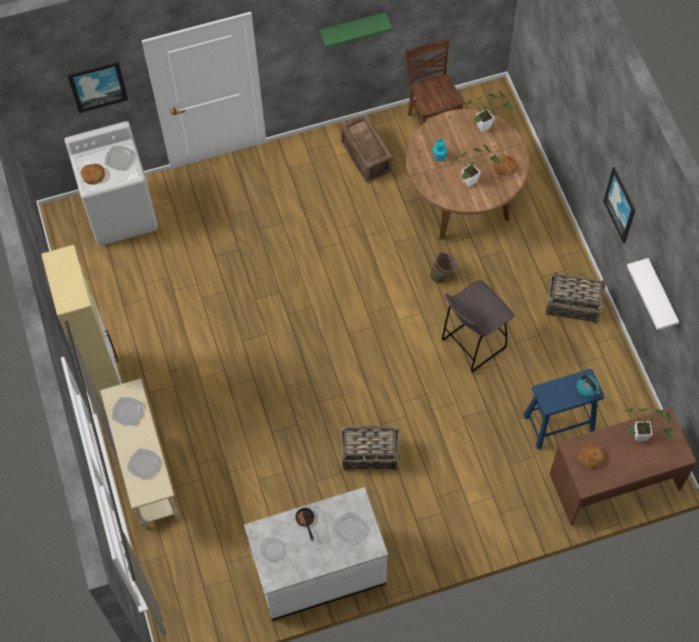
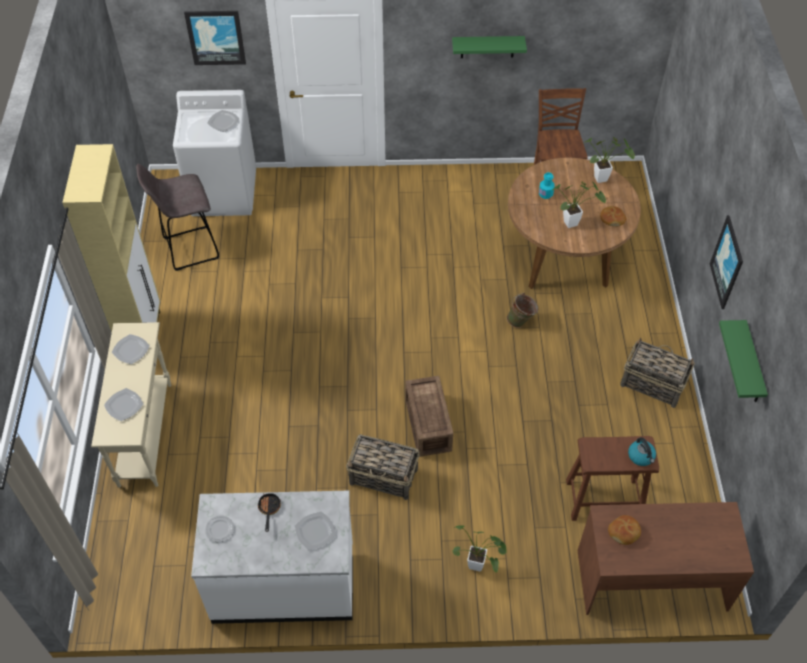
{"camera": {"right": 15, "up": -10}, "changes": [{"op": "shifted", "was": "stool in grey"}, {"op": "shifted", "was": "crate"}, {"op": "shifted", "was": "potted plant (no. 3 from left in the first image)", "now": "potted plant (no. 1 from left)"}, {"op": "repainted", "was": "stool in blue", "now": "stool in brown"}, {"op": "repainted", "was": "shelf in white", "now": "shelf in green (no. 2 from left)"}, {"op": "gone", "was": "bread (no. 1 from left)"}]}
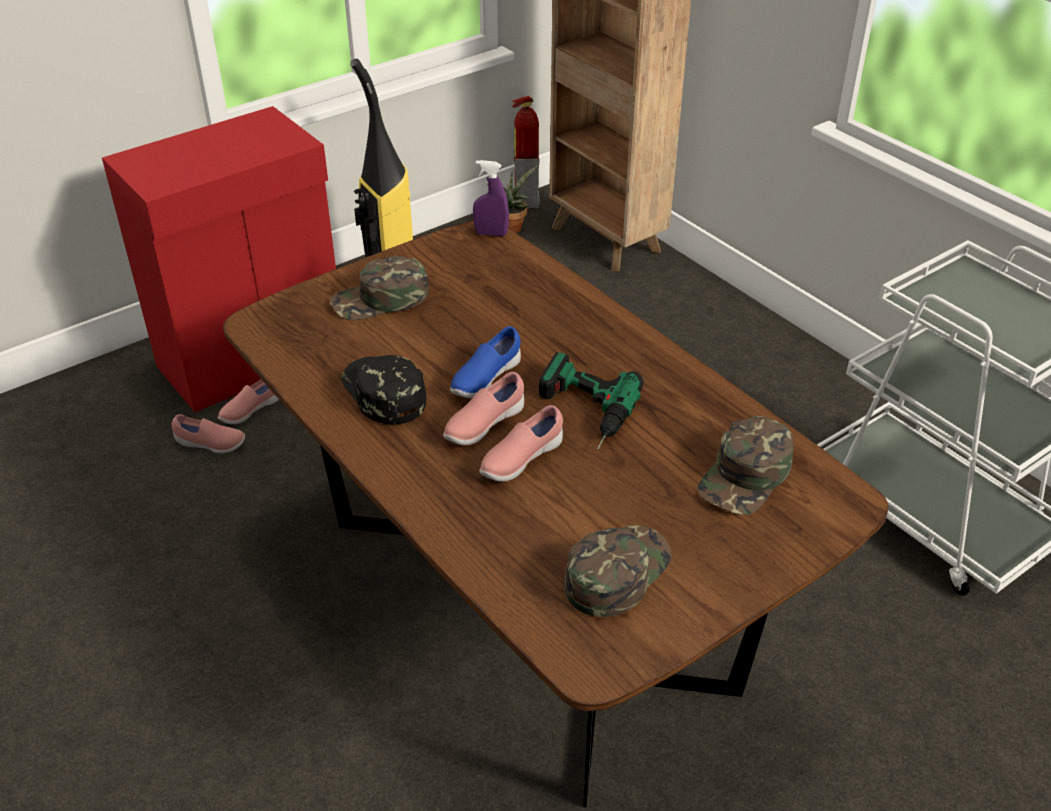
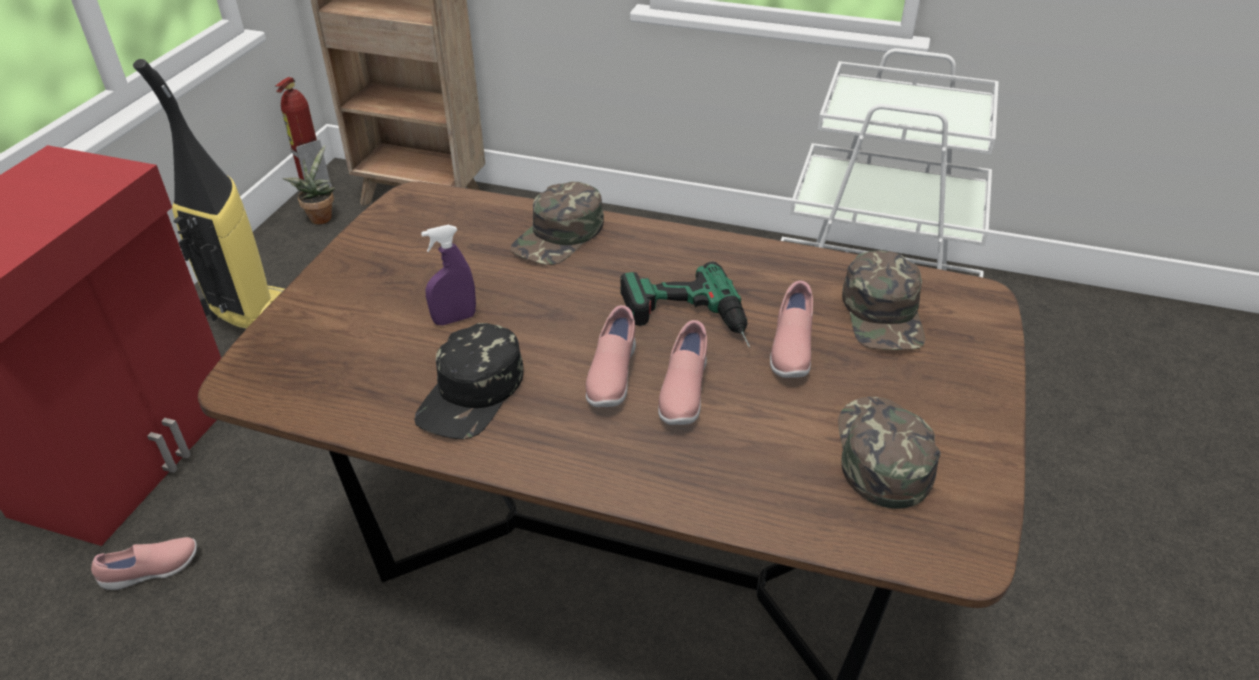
{"camera": {"right": -35, "up": 0}, "changes": [{"op": "rotated", "was": "cap in black", "clockwise": -90}, {"op": "shifted", "was": "spray bottle in purple"}, {"op": "shifted", "was": "cap in green (no. 1 from left)"}, {"op": "shifted", "was": "shoe in pink (no. 2 from left in the first image)", "now": "shoe in pink (no. 4 from left)"}, {"op": "gone", "was": "shoe in blue"}]}
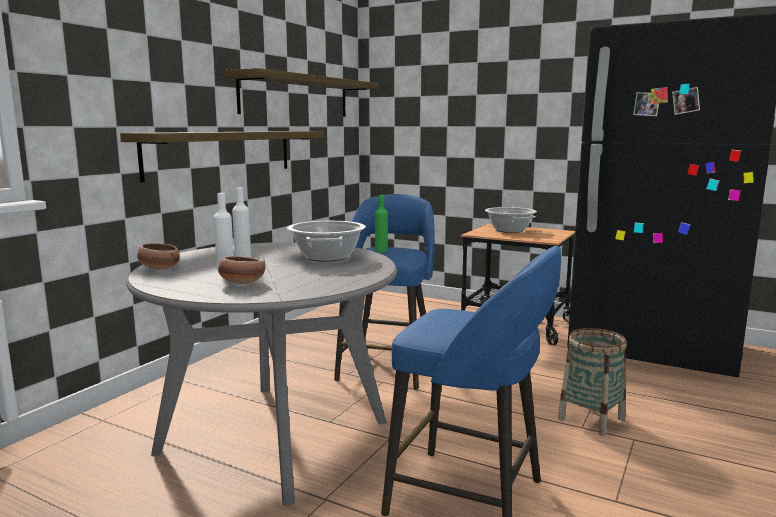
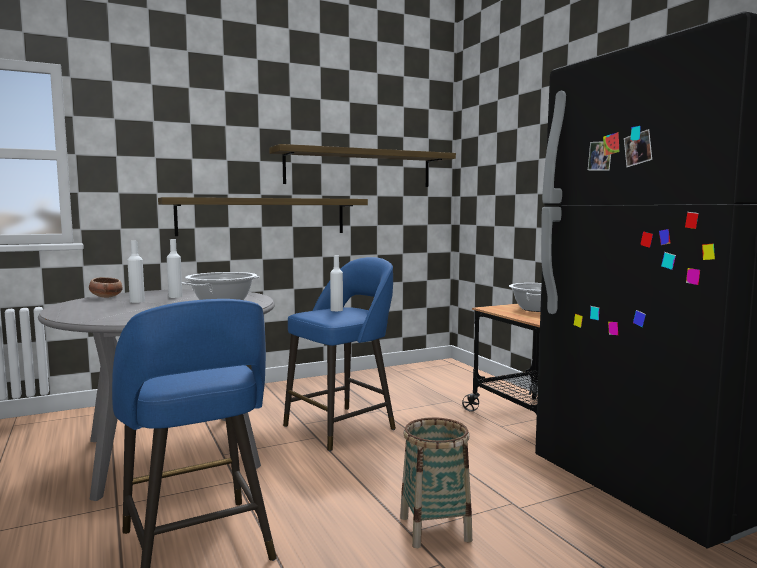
{"camera": {"right": 35, "up": -5}, "changes": [{"op": "repainted", "was": "bottle in green", "now": "bottle in white (no. 3 from left)"}, {"op": "gone", "was": "bowl (no. 2 from left)"}]}
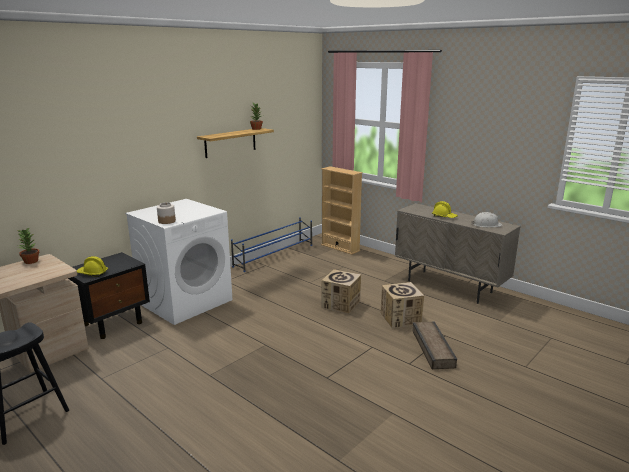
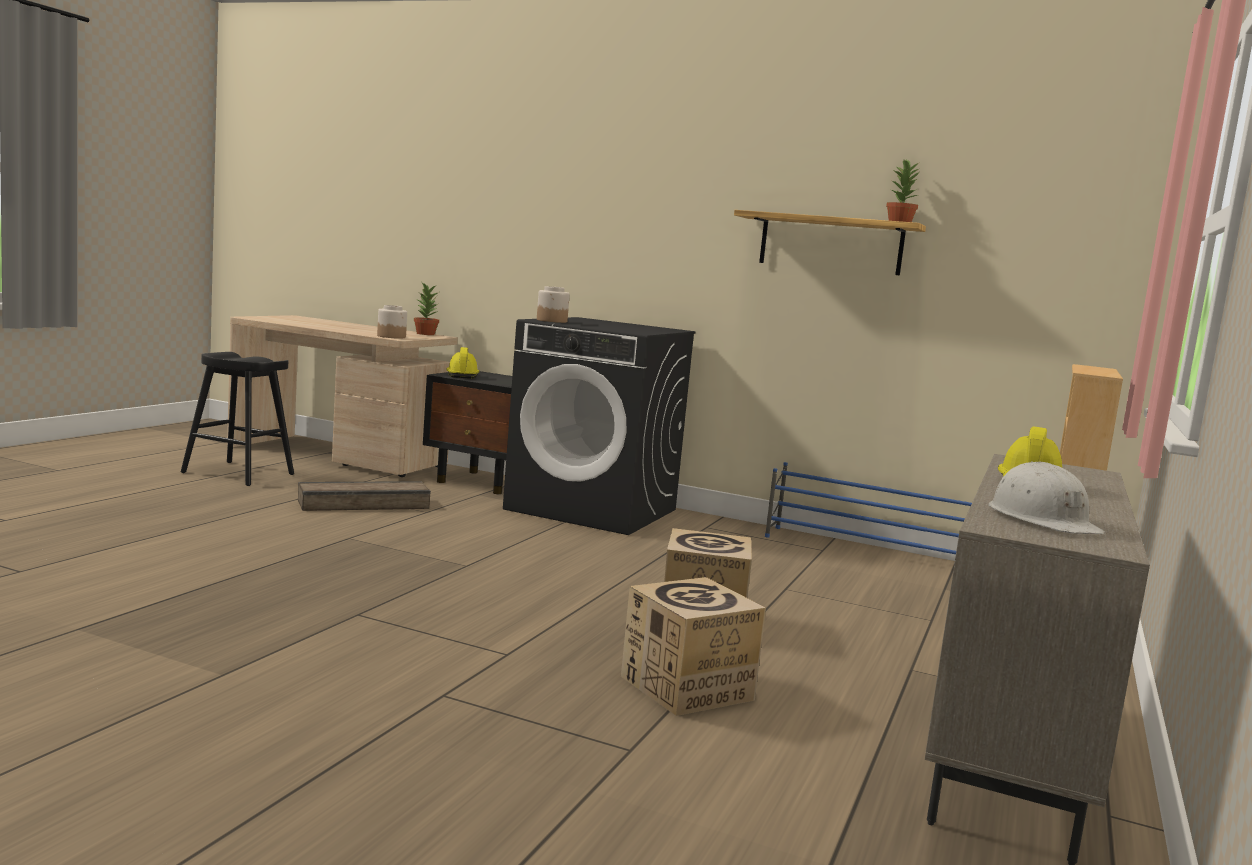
{"camera": {"right": 70, "up": -10}, "changes": [{"op": "shifted", "was": "crate"}, {"op": "new", "now": "jar (no. 1 from left)"}, {"op": "repainted", "was": "washing machine in white", "now": "washing machine in black"}]}
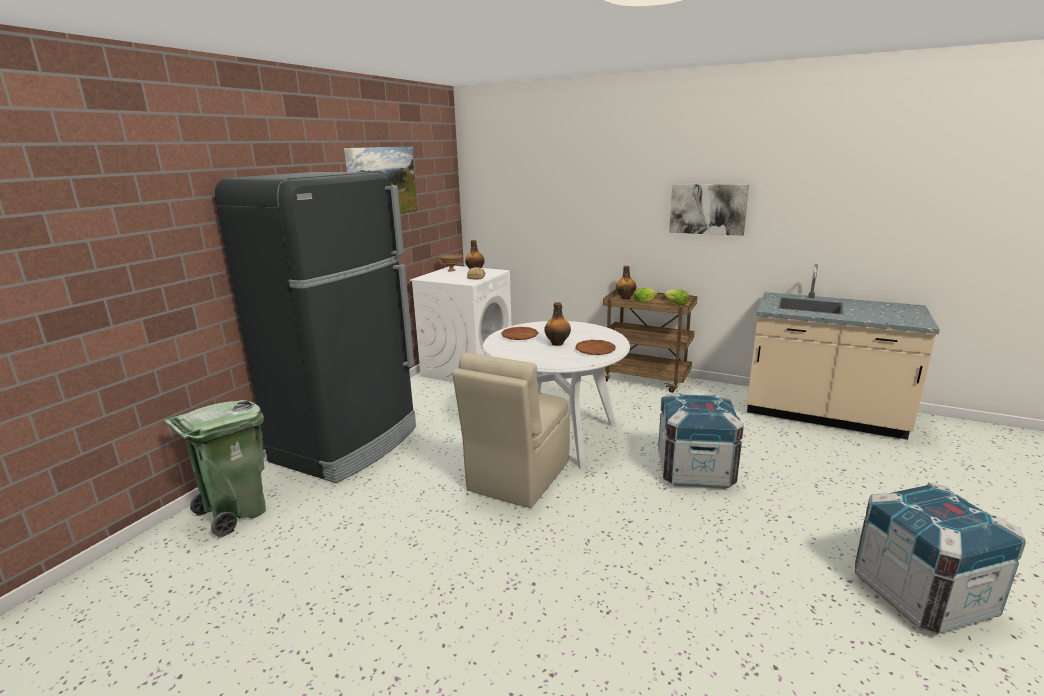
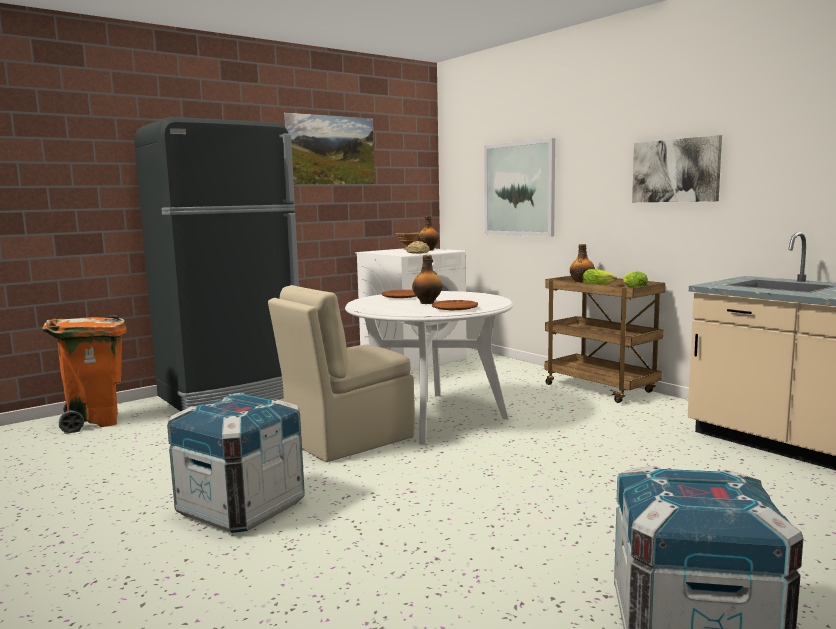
{"camera": {"right": 25, "up": -10}, "changes": [{"op": "repainted", "was": "trash can in green", "now": "trash can in orange"}, {"op": "shifted", "was": "crate (no. 1 from left)"}, {"op": "new", "now": "picture (no. 2 from left)"}]}
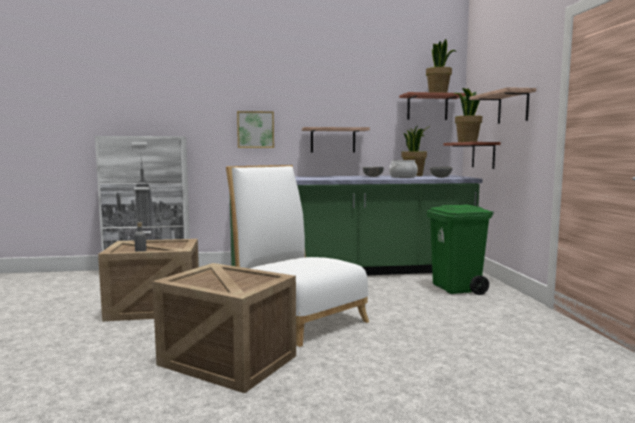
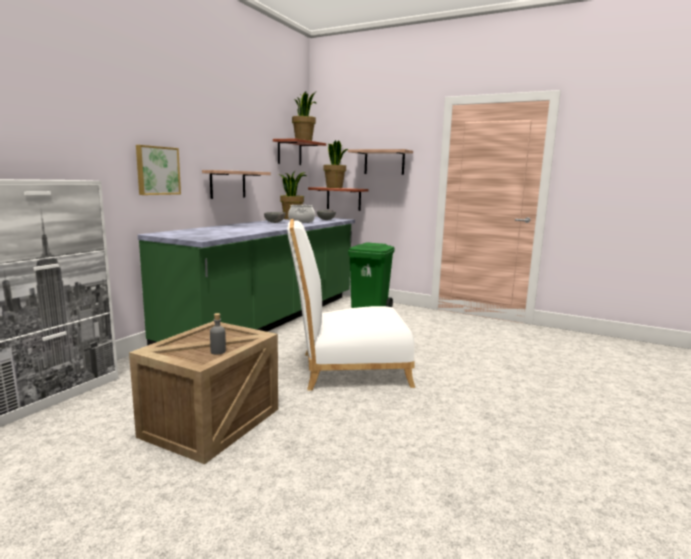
{"camera": {"right": -55, "up": 5}, "changes": [{"op": "gone", "was": "crate (no. 2 from left)"}]}
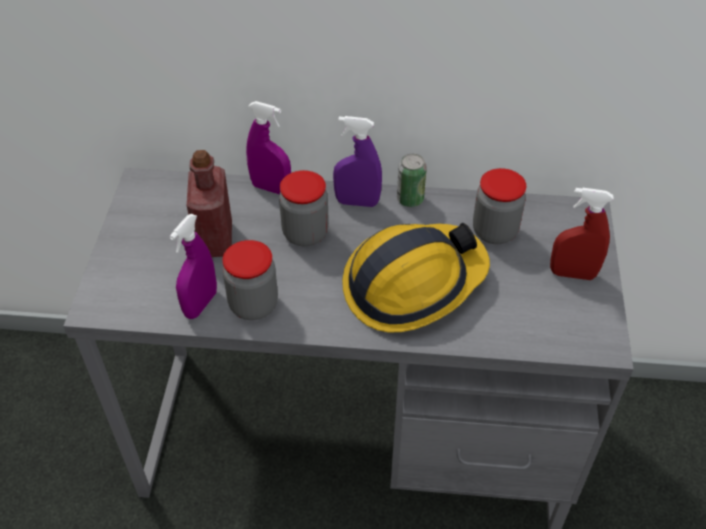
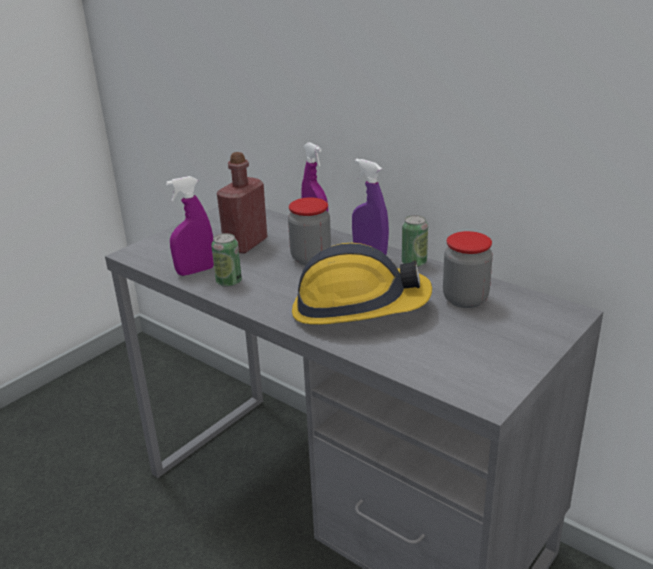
{"camera": {"right": 35, "up": -20}, "changes": [{"op": "swapped", "was": "jar (no. 1 from left)", "now": "can (no. 1 from left)"}, {"op": "gone", "was": "spray bottle in red"}]}
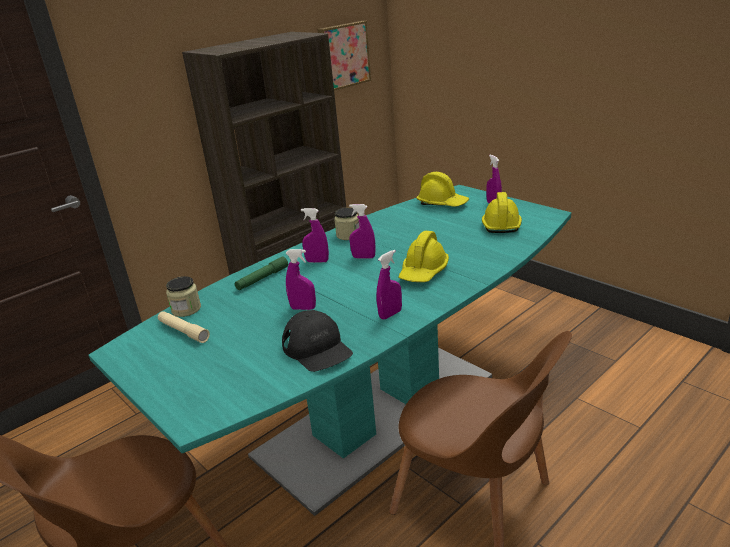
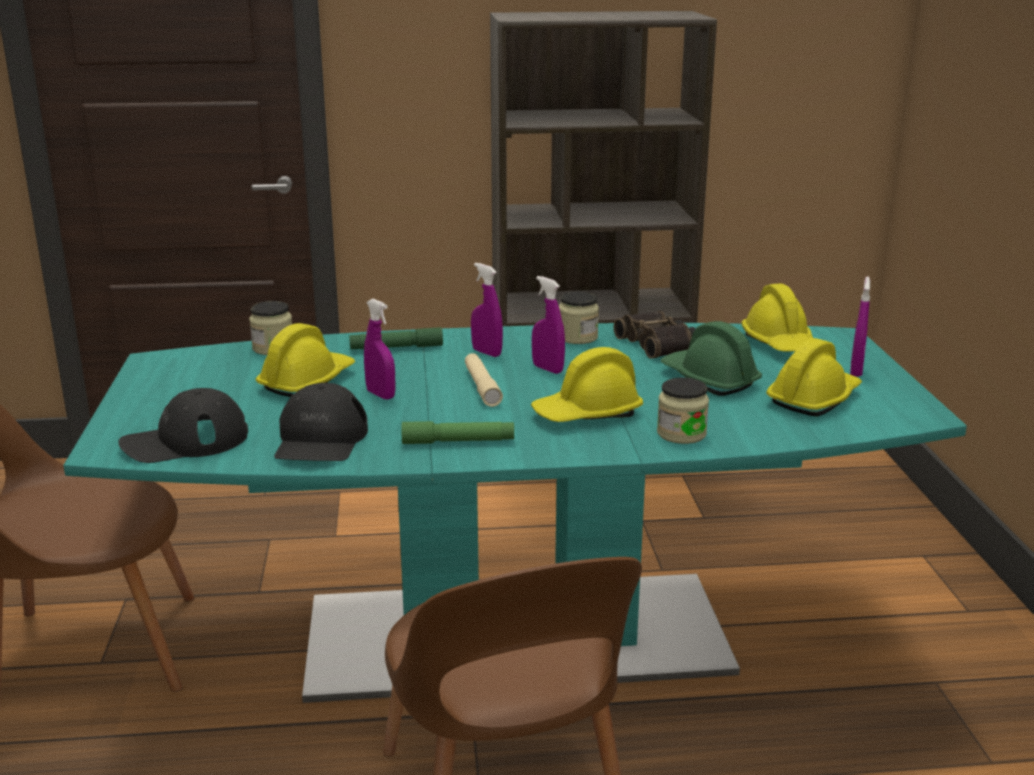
{"camera": {"right": 35, "up": -5}, "changes": [{"op": "new", "now": "cap in black (no. 1 from left)"}, {"op": "new", "now": "hard hat in yellow (no. 1 from left)"}, {"op": "swapped", "was": "spray bottle in purple (no. 4 from left)", "now": "flashlight in green (no. 2 from left)"}, {"op": "shifted", "was": "flashlight in beige"}, {"op": "new", "now": "binoculars"}, {"op": "new", "now": "jar (no. 3 from left)"}, {"op": "new", "now": "hard hat in green"}, {"op": "gone", "was": "picture"}]}
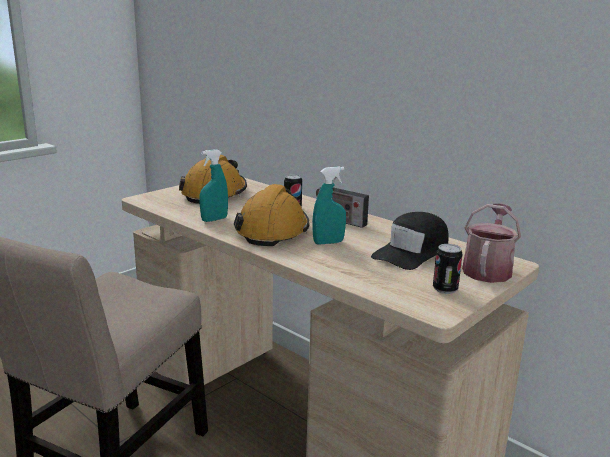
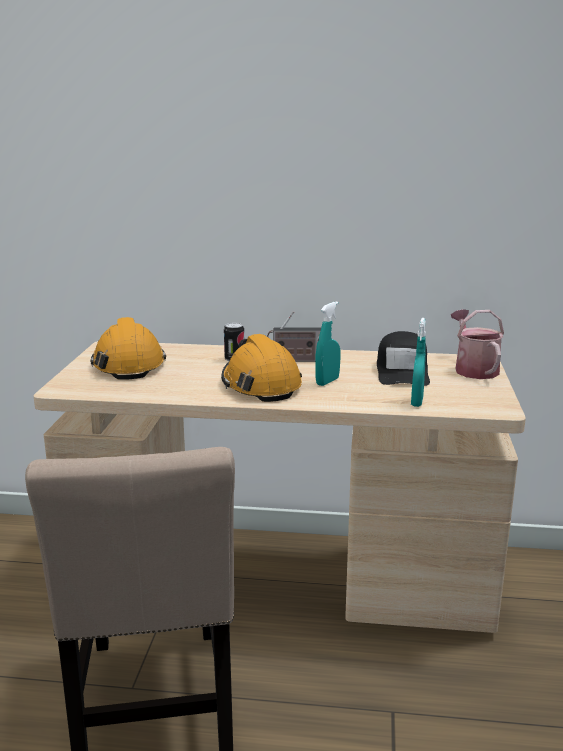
{"camera": {"right": -35, "up": 0}, "changes": [{"op": "shifted", "was": "spray bottle in turquoise (no. 1 from left in the first image)", "now": "spray bottle in turquoise (no. 2 from left)"}, {"op": "gone", "was": "can (no. 2 from left)"}]}
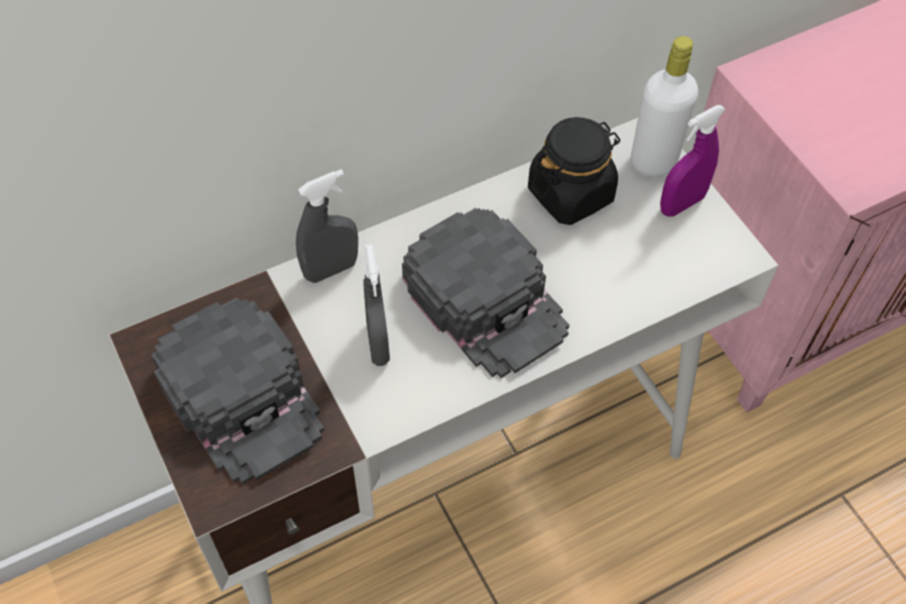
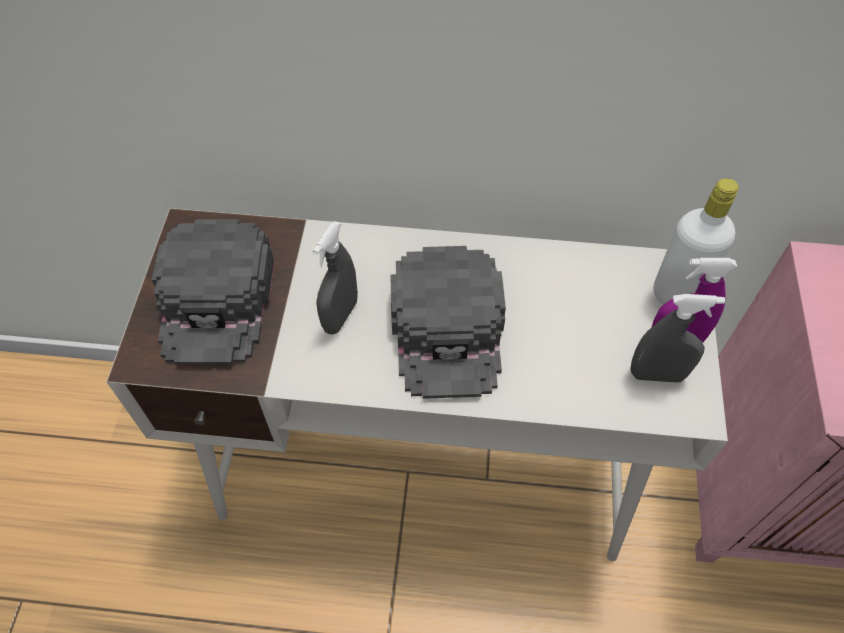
{"camera": {"right": 35, "up": 0}, "changes": [{"op": "shifted", "was": "spray bottle in grey (no. 1 from left in the first image)", "now": "spray bottle in grey (no. 2 from left)"}, {"op": "gone", "was": "jar in black"}]}
